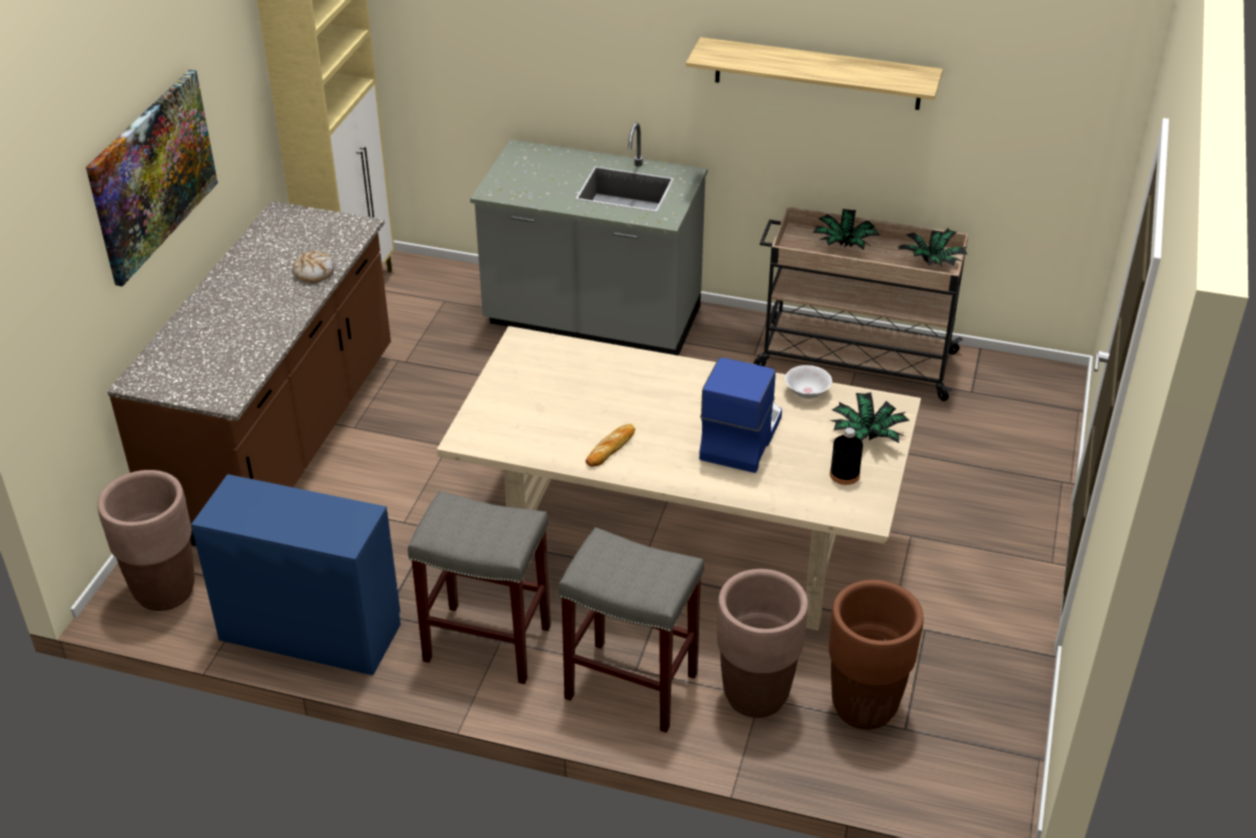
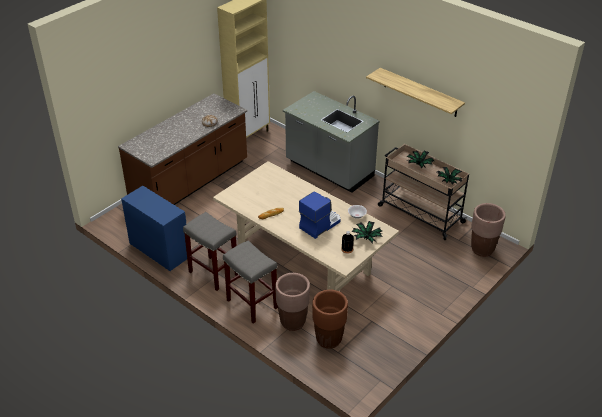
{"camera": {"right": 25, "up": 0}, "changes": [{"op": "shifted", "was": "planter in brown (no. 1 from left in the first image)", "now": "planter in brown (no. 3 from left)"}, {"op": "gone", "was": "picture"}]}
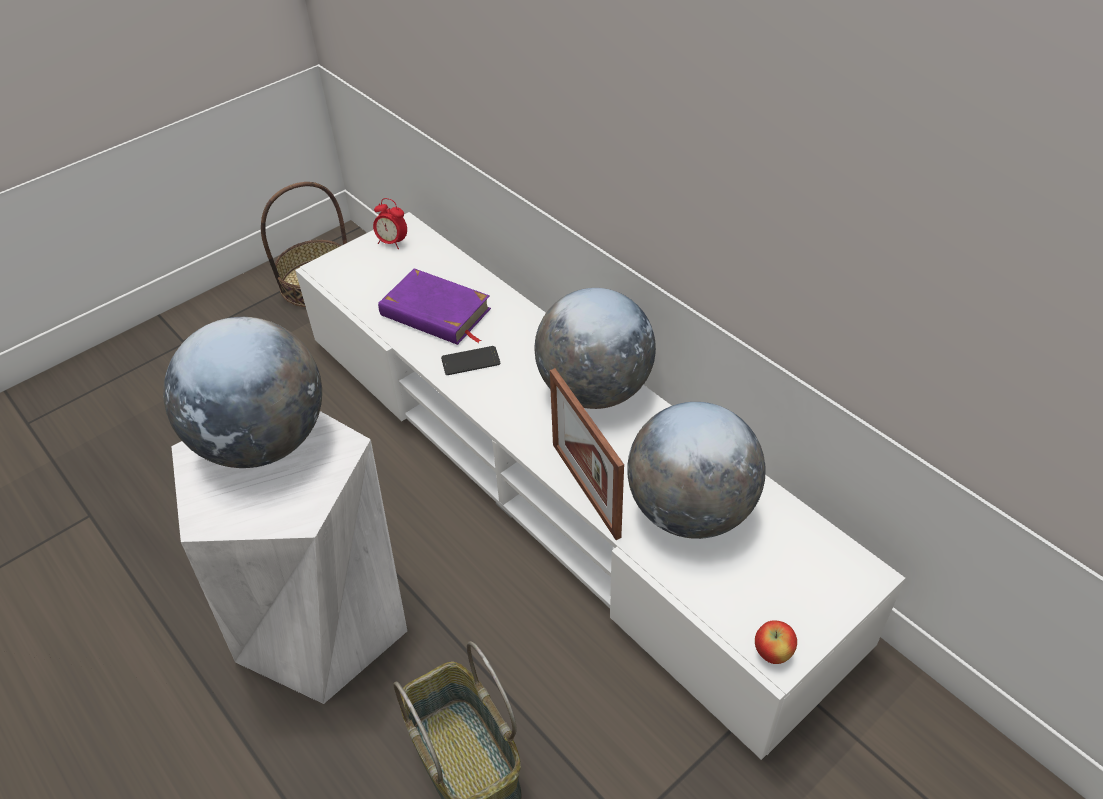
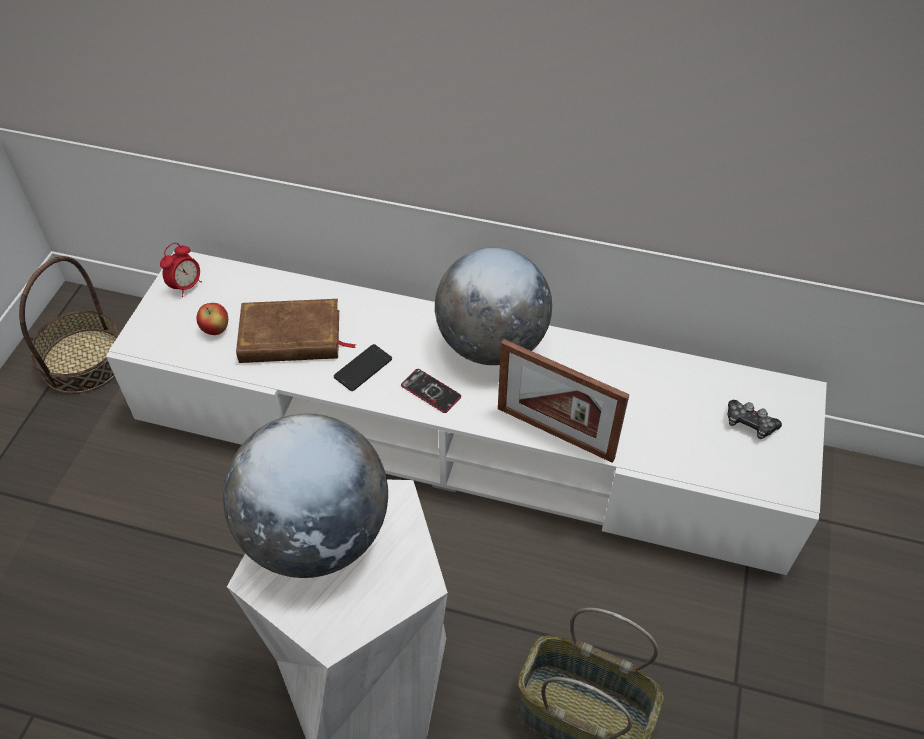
{"camera": {"right": -35, "up": 5}, "changes": [{"op": "rotated", "was": "alarm clock", "clockwise": -45}, {"op": "shifted", "was": "apple"}, {"op": "repainted", "was": "book in purple", "now": "book in brown"}, {"op": "new", "now": "phone (no. 2 from left)"}, {"op": "new", "now": "game controller"}, {"op": "gone", "was": "globe (no. 3 from left)"}]}
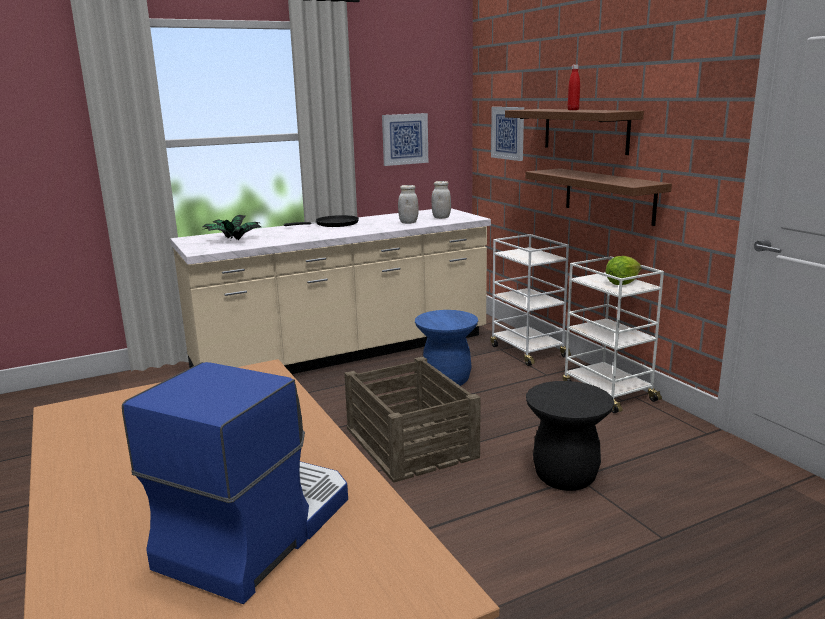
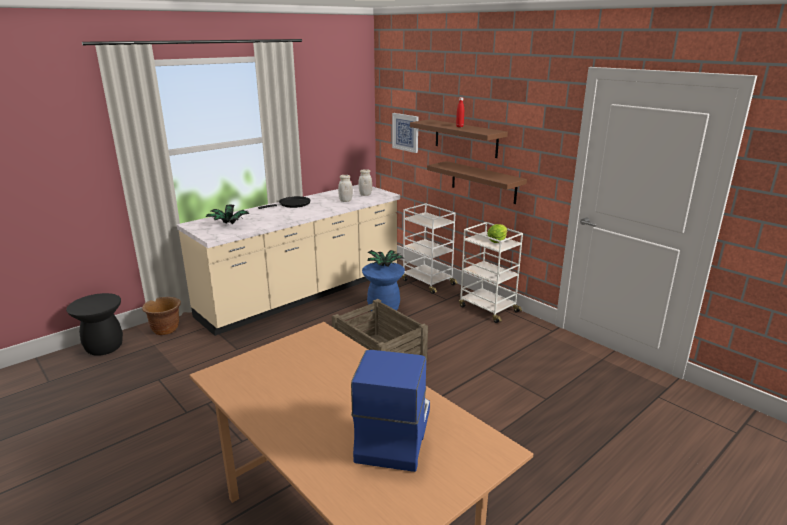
{"camera": {"right": -15, "up": 5}, "changes": [{"op": "shifted", "was": "stool in black"}, {"op": "new", "now": "planter in brown"}, {"op": "new", "now": "potted plant (no. 2 from left)"}, {"op": "gone", "was": "picture (no. 1 from left)"}]}
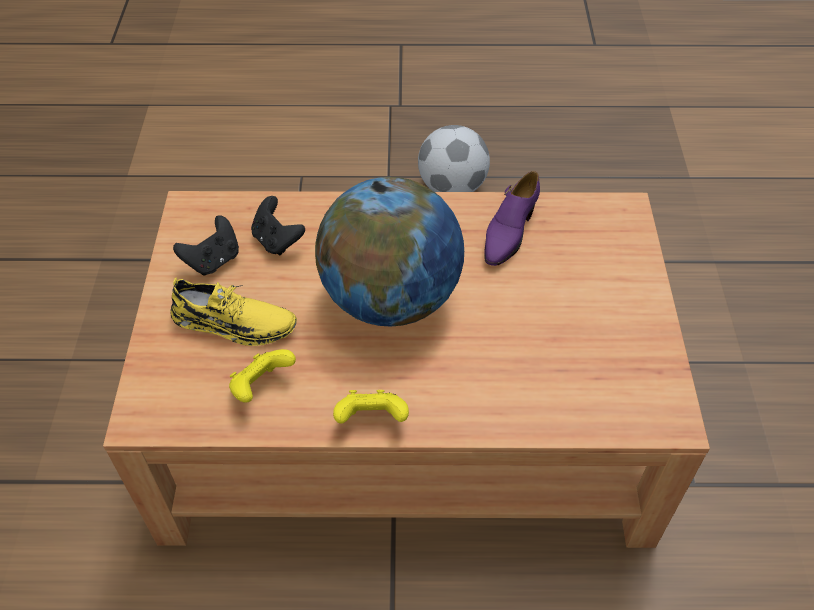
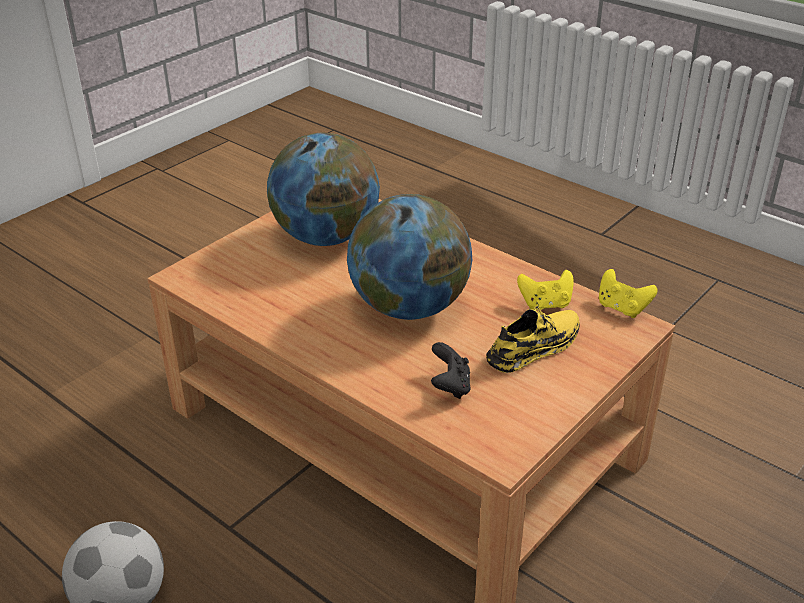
{"camera": {"right": -140, "up": -15}, "changes": [{"op": "new", "now": "globe (no. 1 from left)"}, {"op": "rotated", "was": "shoe in yellow", "clockwise": 90}, {"op": "shifted", "was": "game controller in yellow (no. 2 from left)"}, {"op": "gone", "was": "game controller in black (no. 1 from left)"}, {"op": "gone", "was": "shoe in purple"}]}
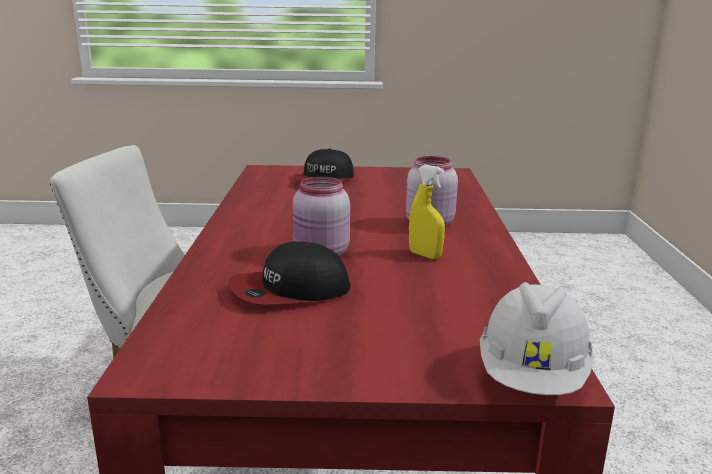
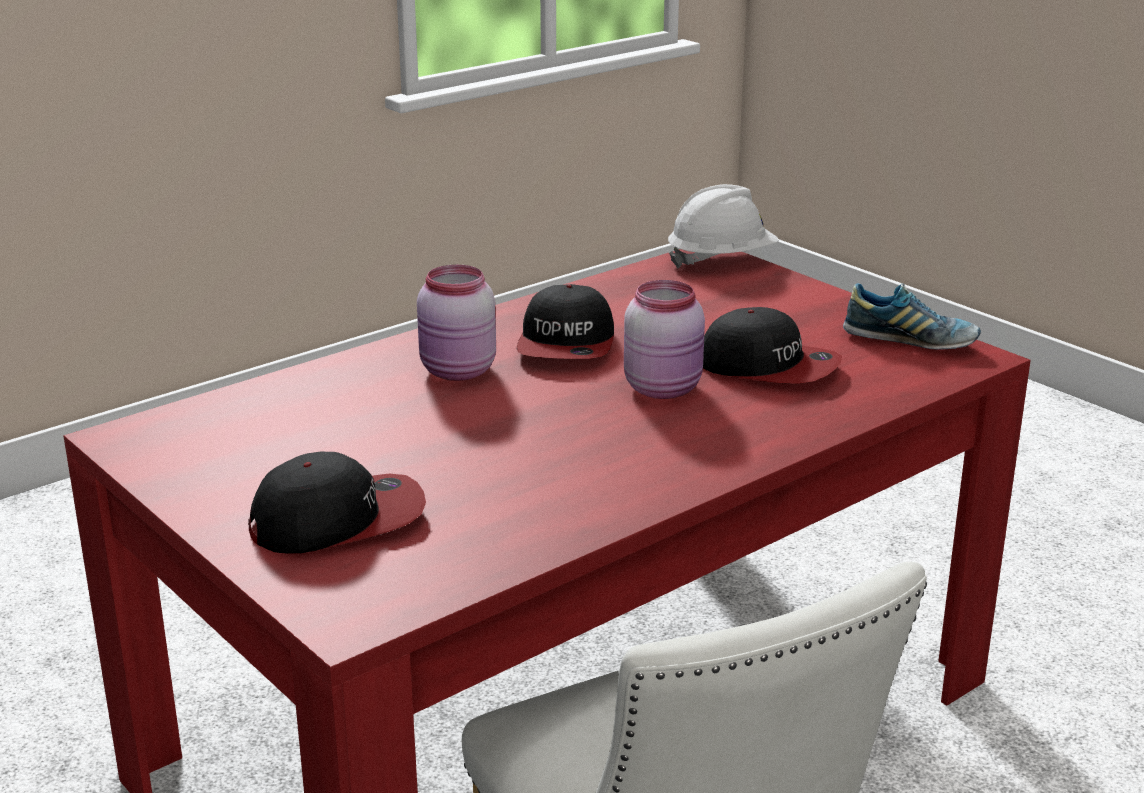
{"camera": {"right": -130, "up": 5}, "changes": [{"op": "swapped", "was": "spray bottle in yellow", "now": "cap (no. 2 from left)"}, {"op": "new", "now": "shoe"}]}
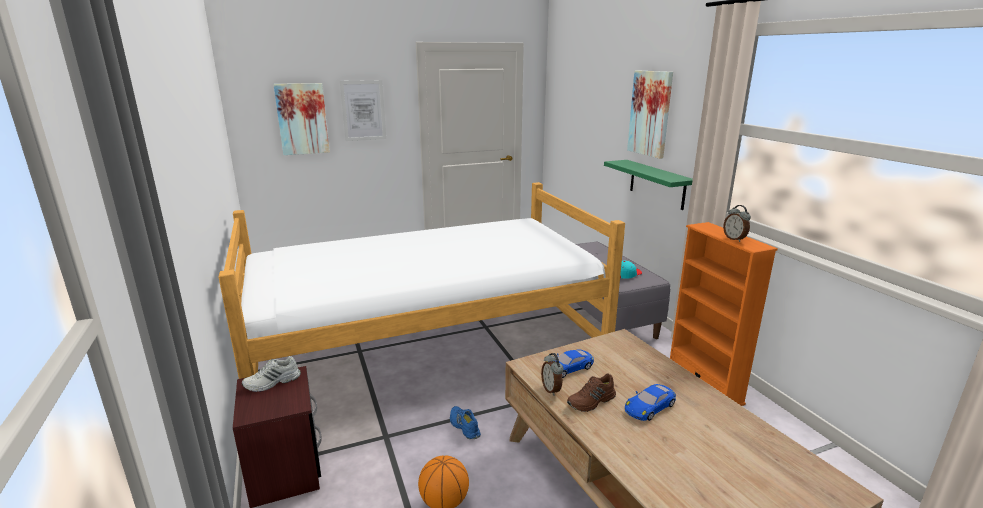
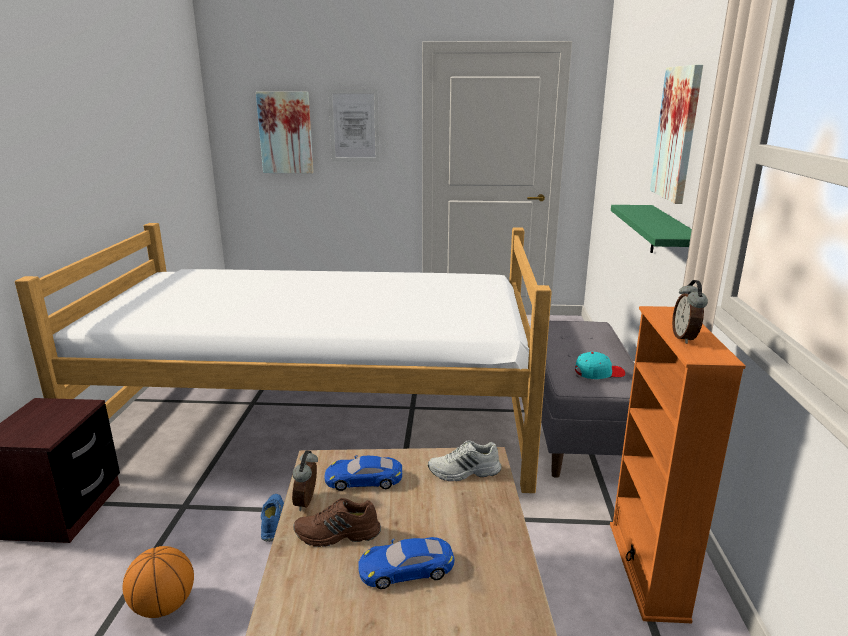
{"camera": {"right": 25, "up": 0}, "changes": [{"op": "shifted", "was": "shoe in white"}]}
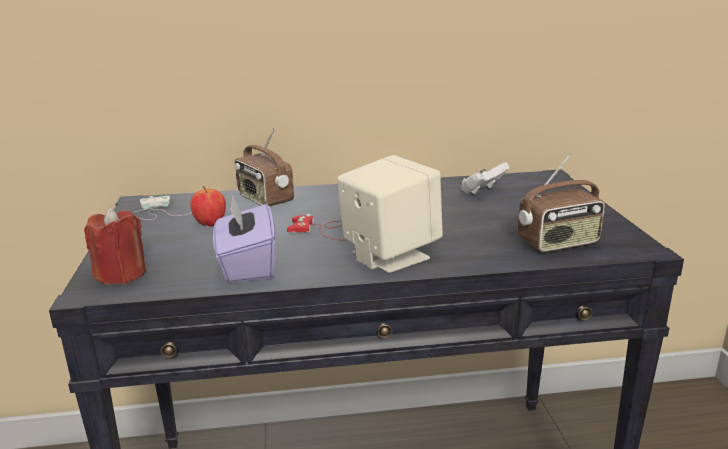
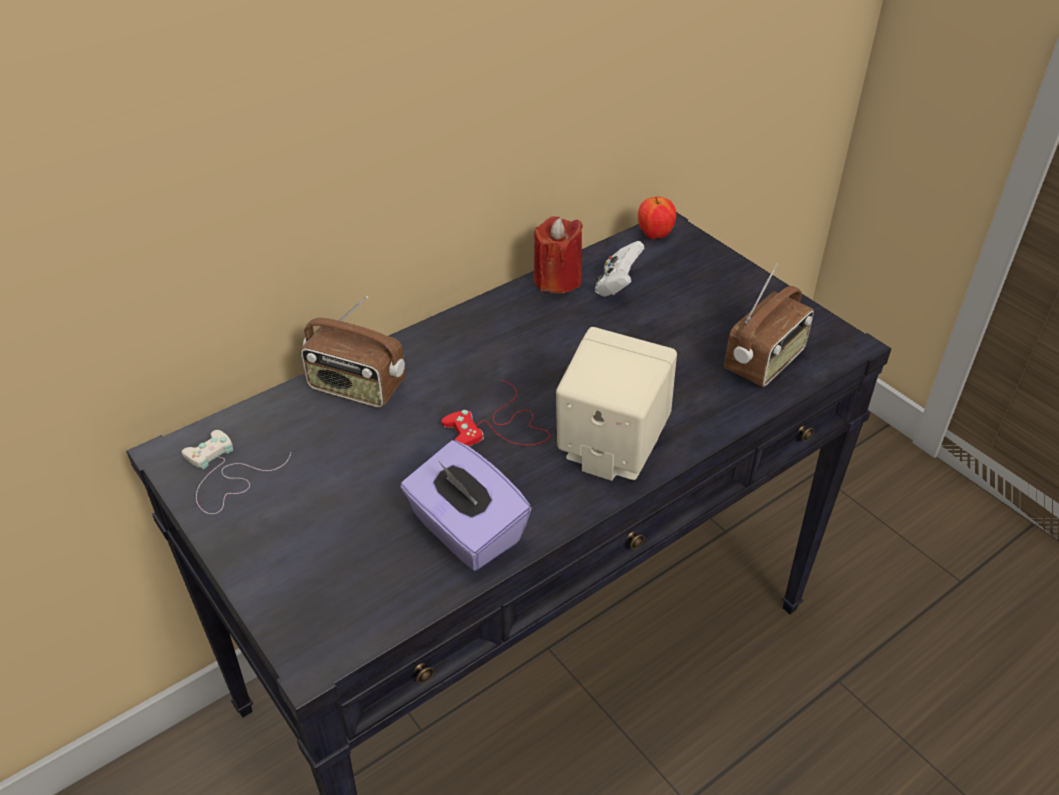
{"camera": {"right": -30, "up": 20}, "changes": [{"op": "shifted", "was": "candle in red"}, {"op": "shifted", "was": "apple"}]}
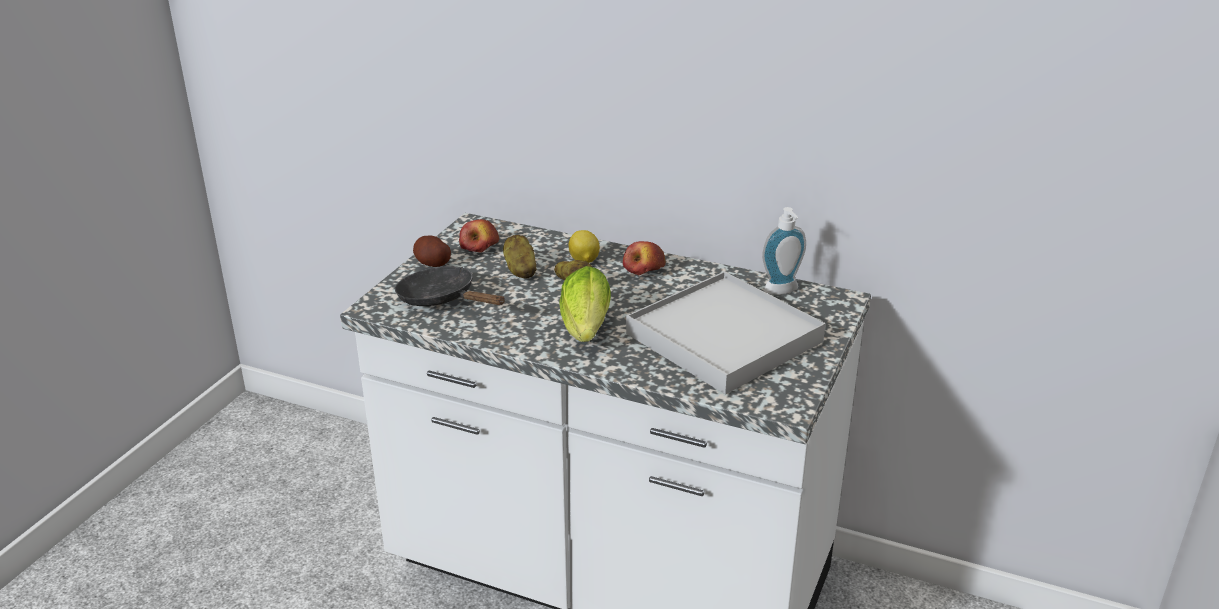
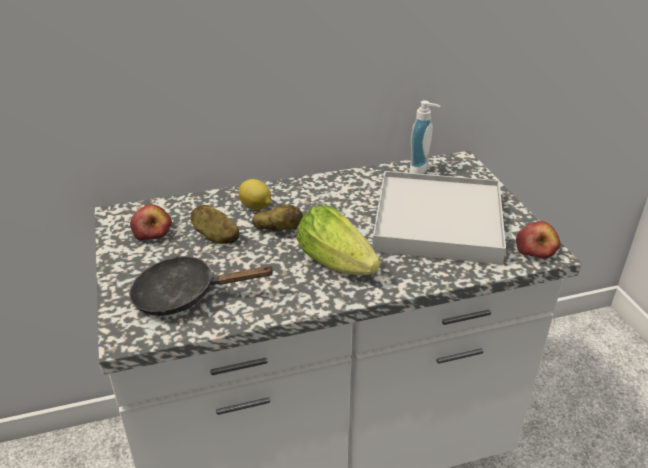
{"camera": {"right": -40, "up": 5}, "changes": [{"op": "shifted", "was": "apple (no. 2 from left)"}, {"op": "gone", "was": "potato (no. 1 from left)"}]}
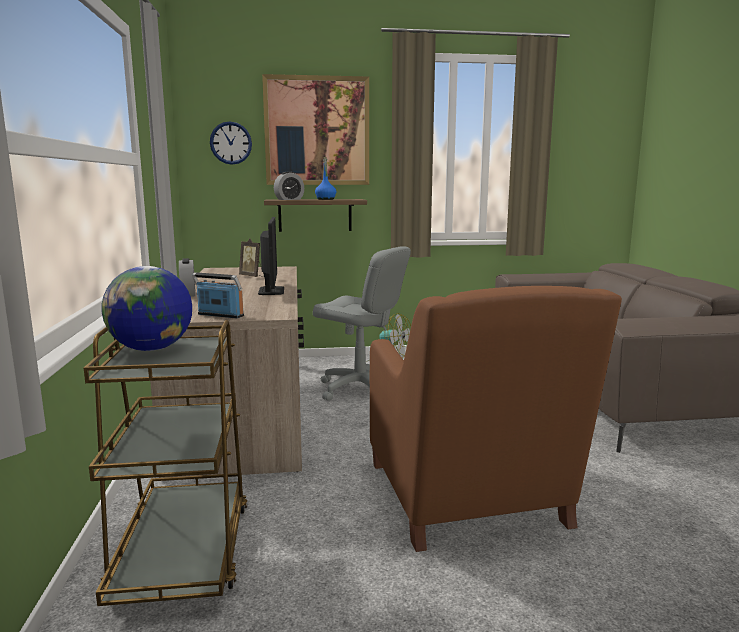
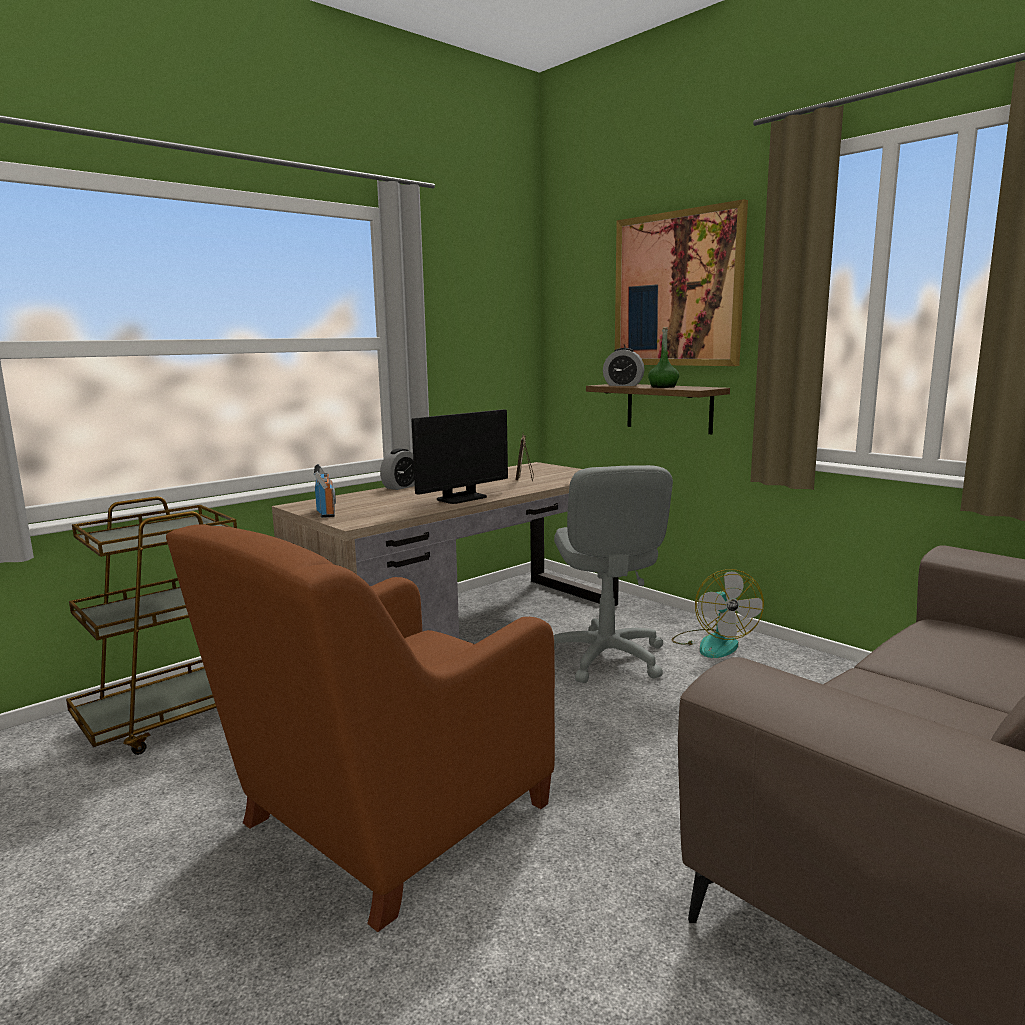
{"camera": {"right": 55, "up": 0}, "changes": [{"op": "repainted", "was": "bottle in blue", "now": "bottle in green"}, {"op": "gone", "was": "globe"}, {"op": "gone", "was": "wall clock"}]}
